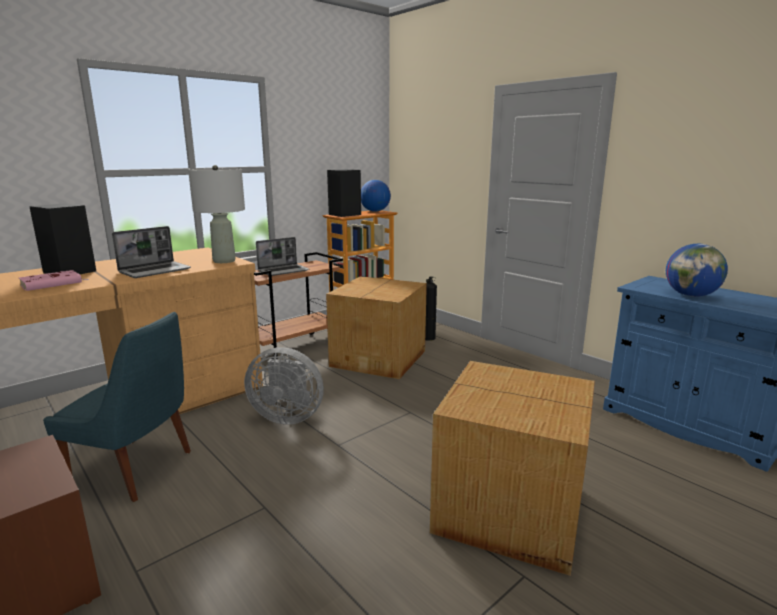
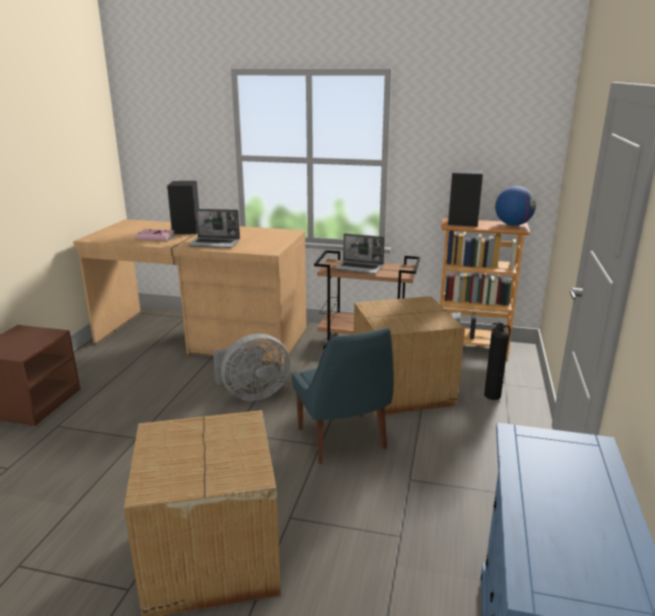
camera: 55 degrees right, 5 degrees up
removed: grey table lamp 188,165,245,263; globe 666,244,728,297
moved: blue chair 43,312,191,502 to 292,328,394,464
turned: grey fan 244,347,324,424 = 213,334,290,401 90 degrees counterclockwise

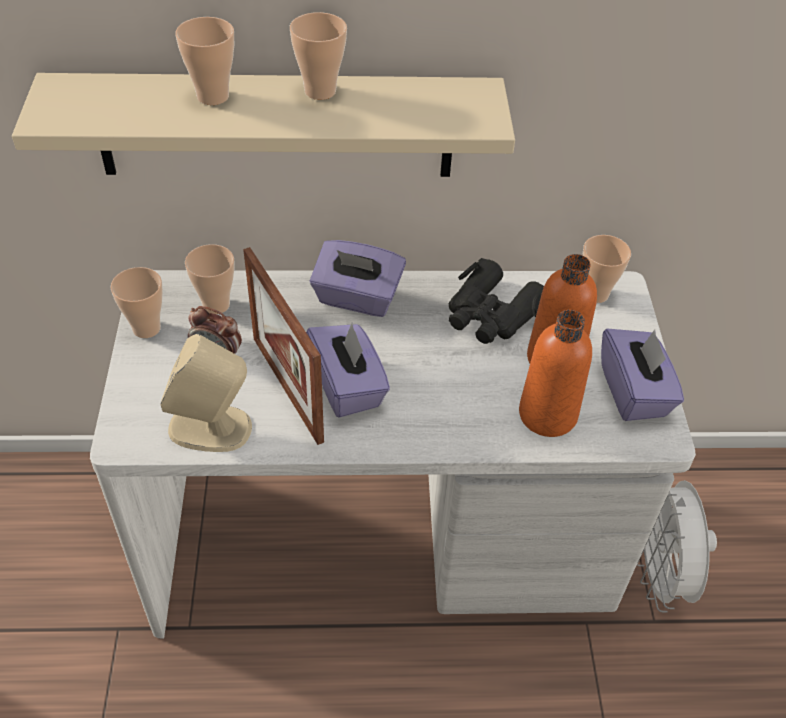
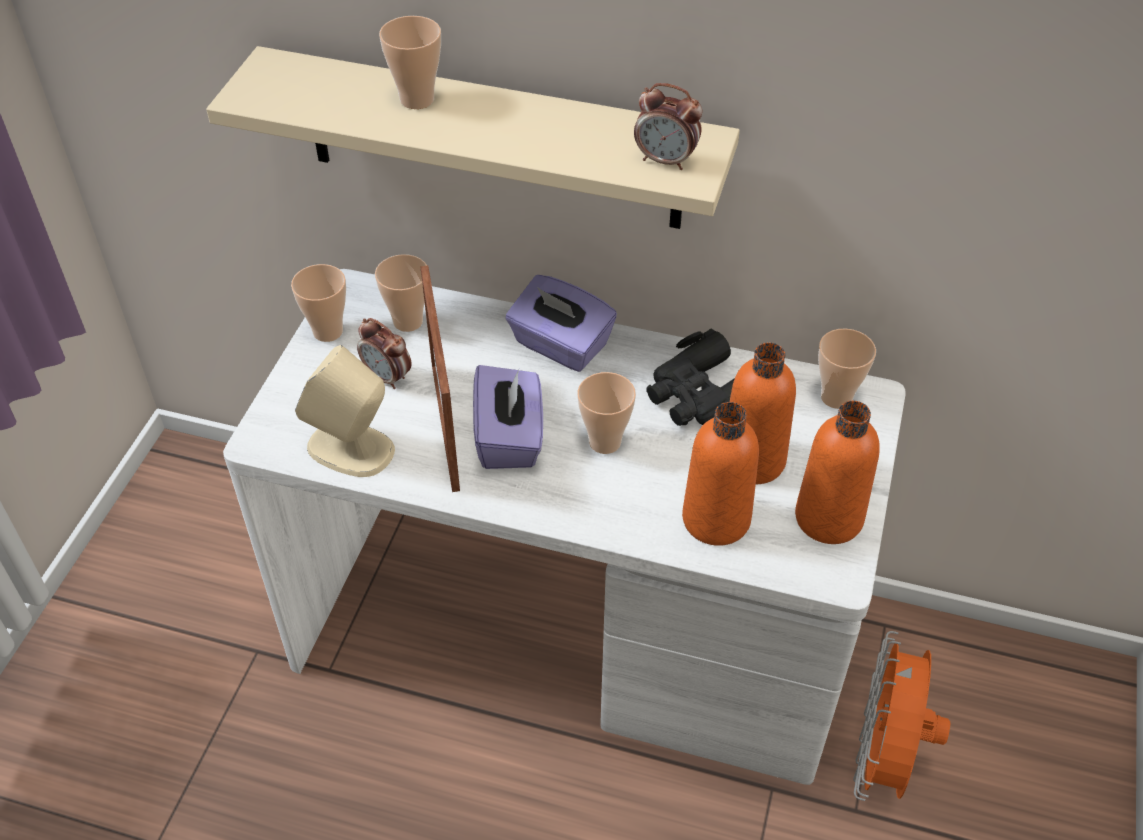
camera: 20 degrees right, 0 degrees up
added: alarm clock 634,83,702,170
moved: cup 290,12,347,100 to 577,372,636,454
replaced: purple tissue box 601,329,684,421 to orange bottle 795,401,880,544
recoloured: white fan 637,480,717,612 to orange fan 853,631,950,801

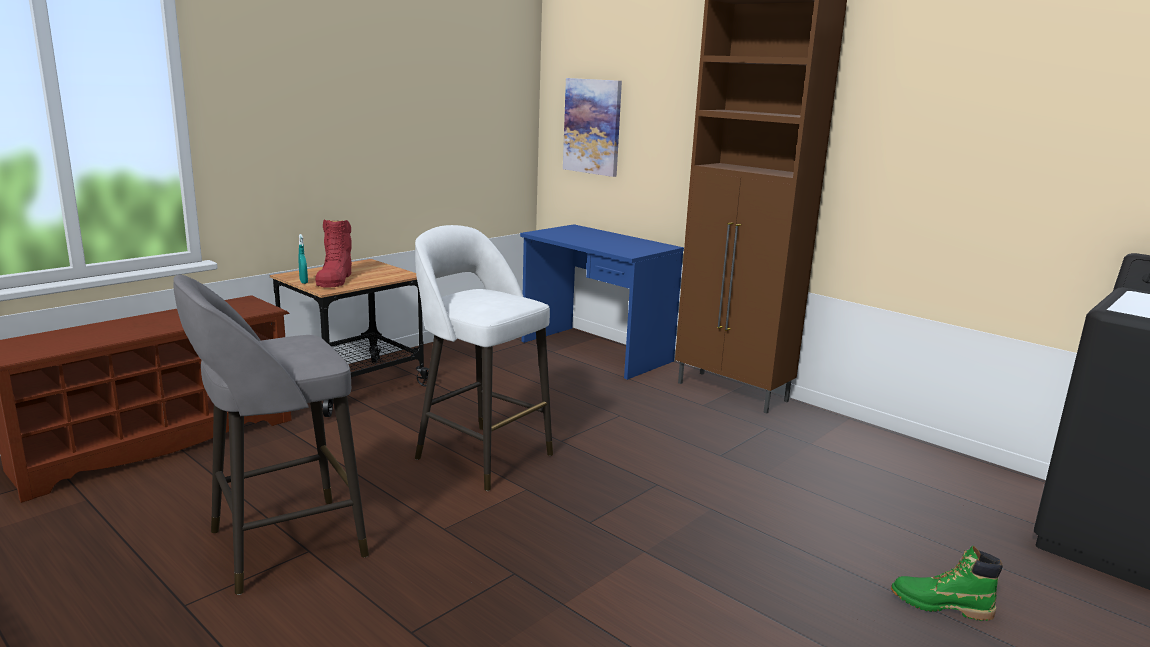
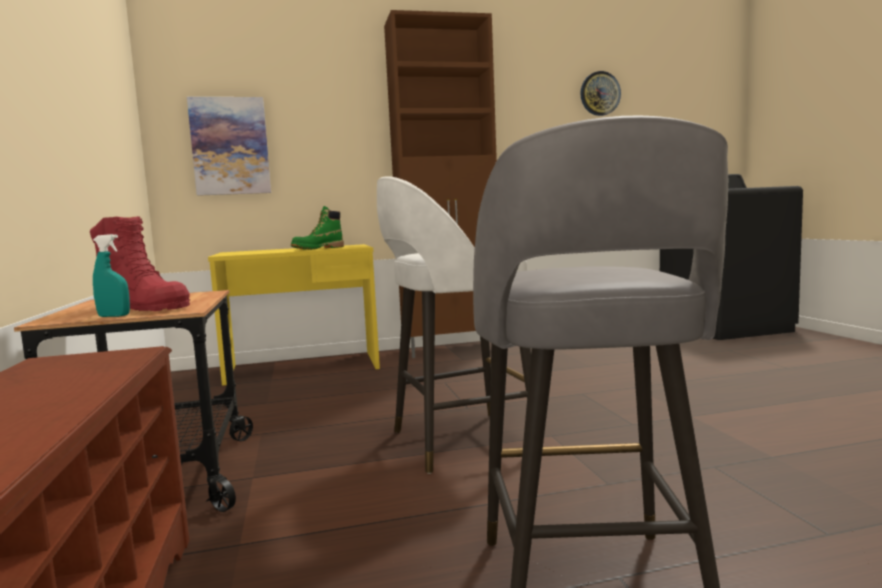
camera: 55 degrees left, 10 degrees down
added: wall clock 580,71,621,116
moved: green boot 891,546,1003,621 to 291,206,344,250
recoloured: blue desk 520,224,684,380 to yellow desk 208,244,380,386

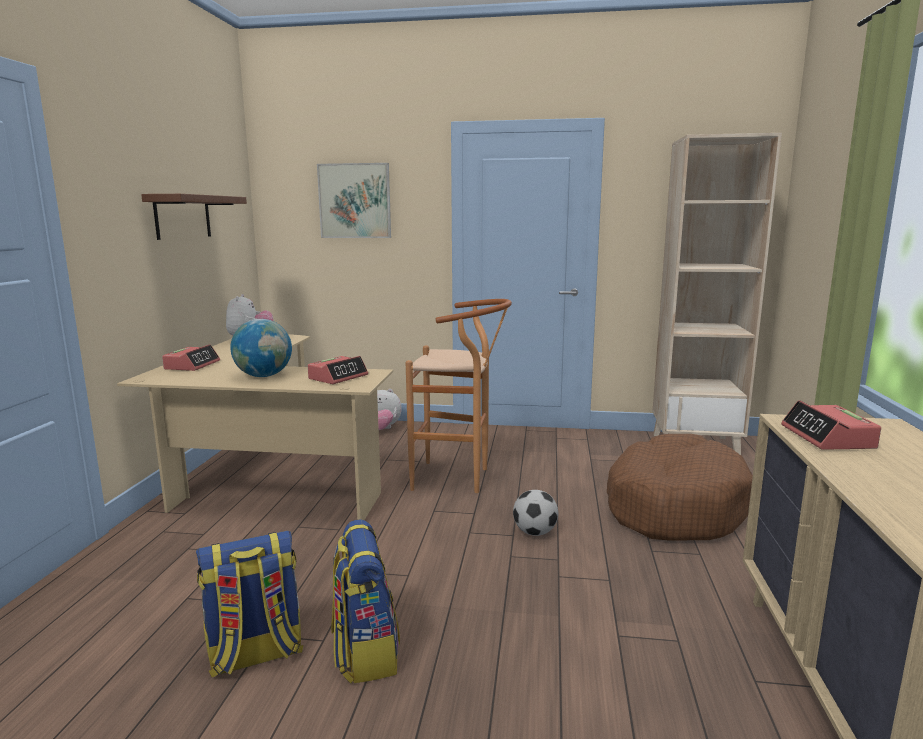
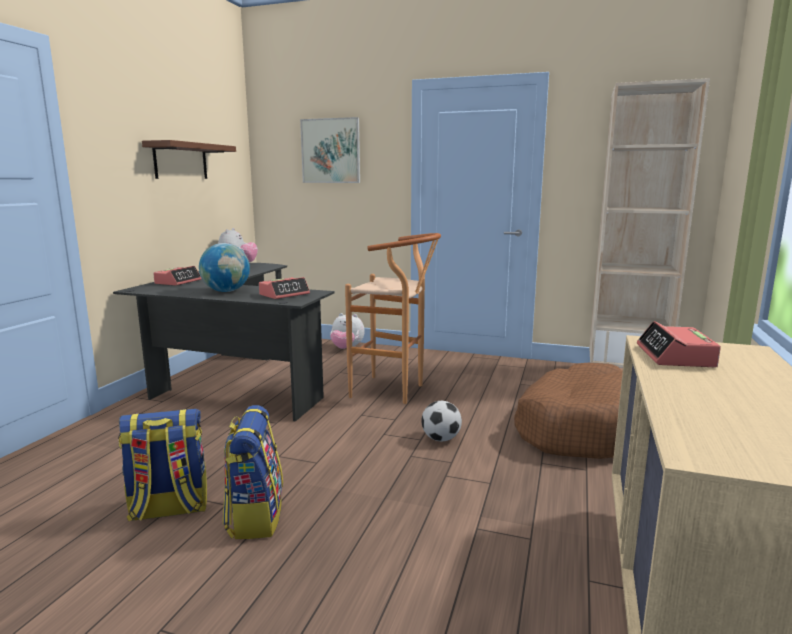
camera: 10 degrees right, 0 degrees up
recoloured: beige desk 117,334,393,520 to black desk 113,263,335,422

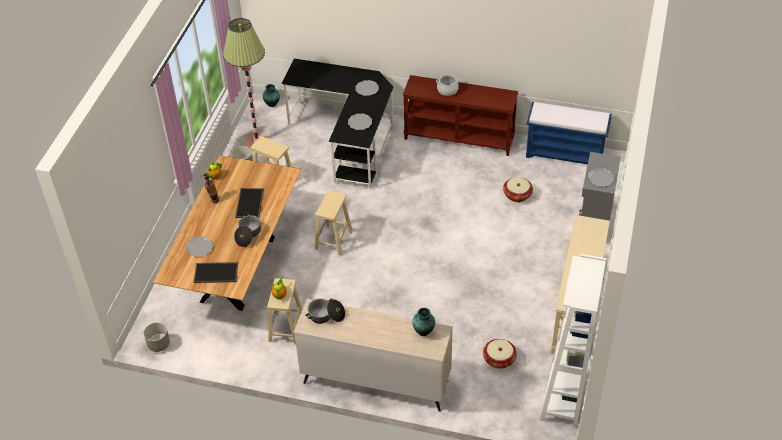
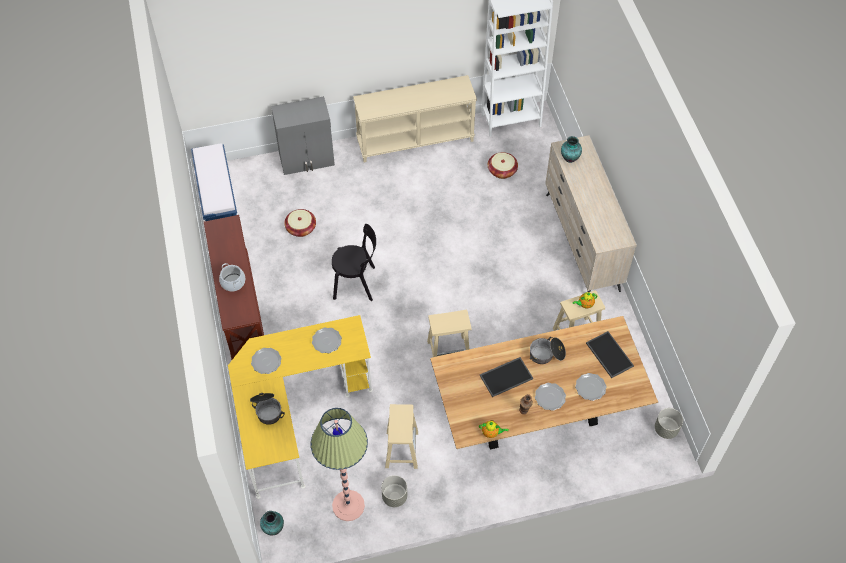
camera: 120 degrees left, 10 degrees up
added: black chair 332,224,376,301
moved: cooking pot 305,299,345,324 to 250,393,285,425; plate 588,168,614,187 to 535,383,566,411
recoloured: black desk 282,59,394,191 to yellow desk 228,315,373,499

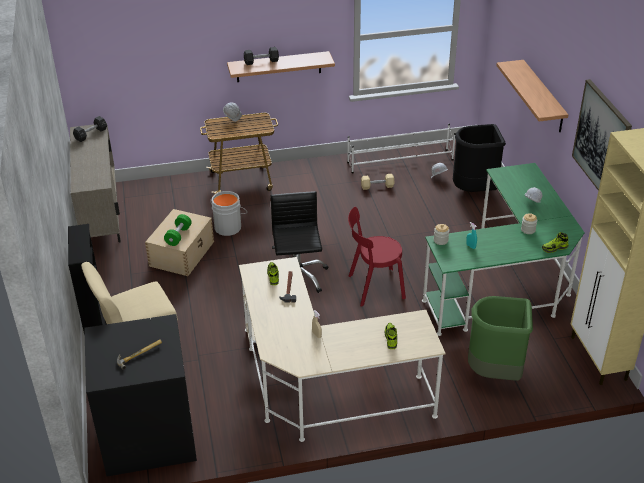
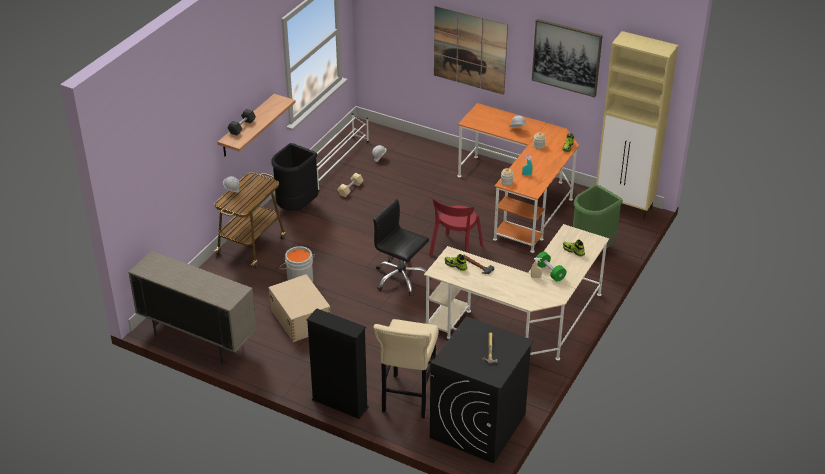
camera: 50 degrees left, 0 degrees up
removed: black dumbbell 73,116,107,142
moved: green dumbbell 164,214,192,246 to 536,252,566,282; black trash can 453,124,506,192 to 271,143,318,211
replaced: shelf 496,60,568,133 to picture 434,6,508,95
recoloured: green desk 422,163,585,336 to orange desk 457,103,579,253

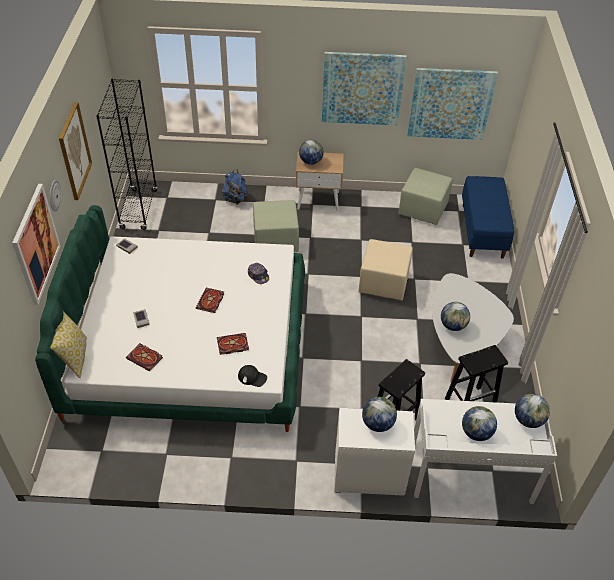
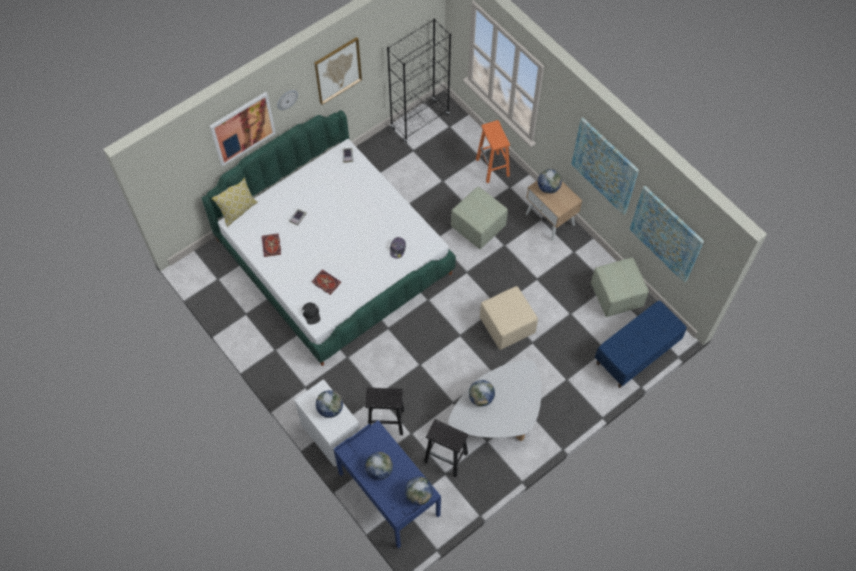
camera: 50 degrees right, 15 degrees up
removed: book 196,288,224,313
replaced: blue backpack 222,169,248,205 to orange stool 476,120,510,183
recoloured: white desk 414,399,557,504 to blue desk 334,420,441,549

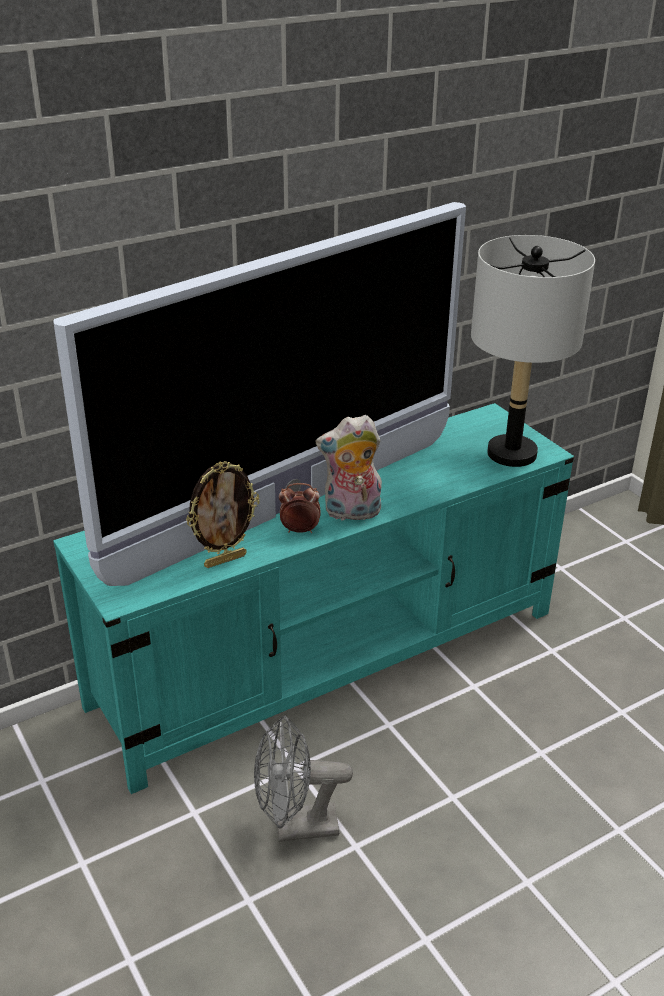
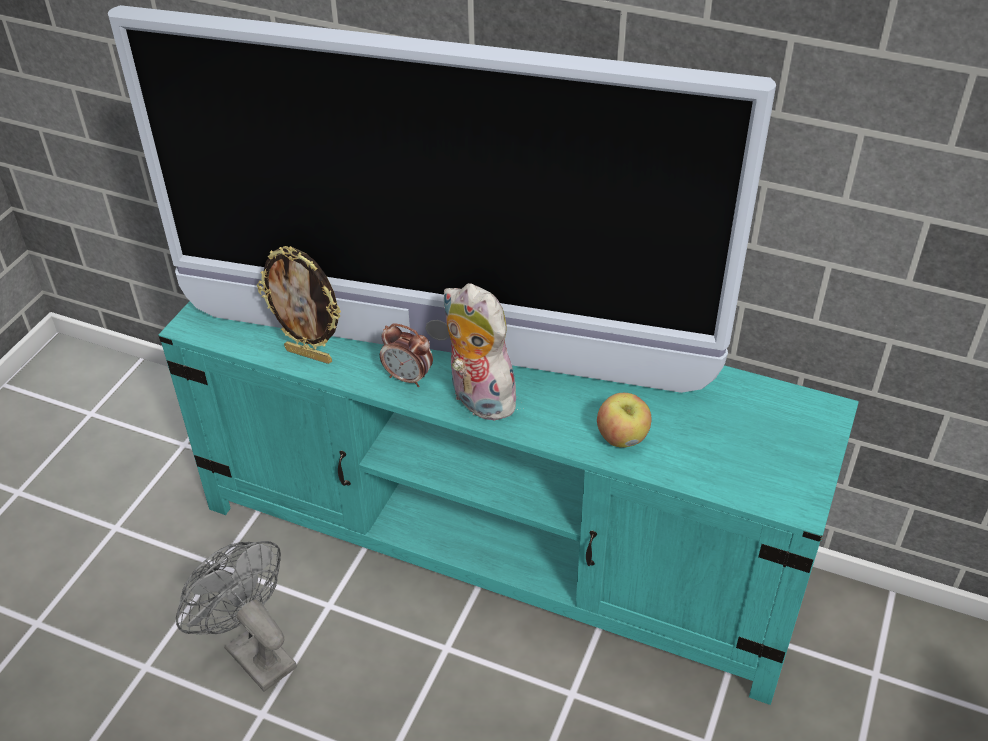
camera: 55 degrees right, 10 degrees up
removed: grey table lamp 471,235,595,467
added: apple 597,393,651,448
turned: alarm clock 279,483,321,533 = 380,323,433,387 150 degrees clockwise

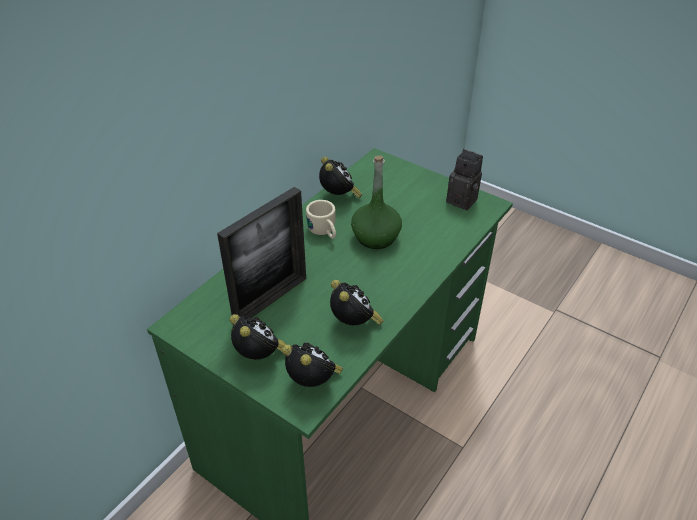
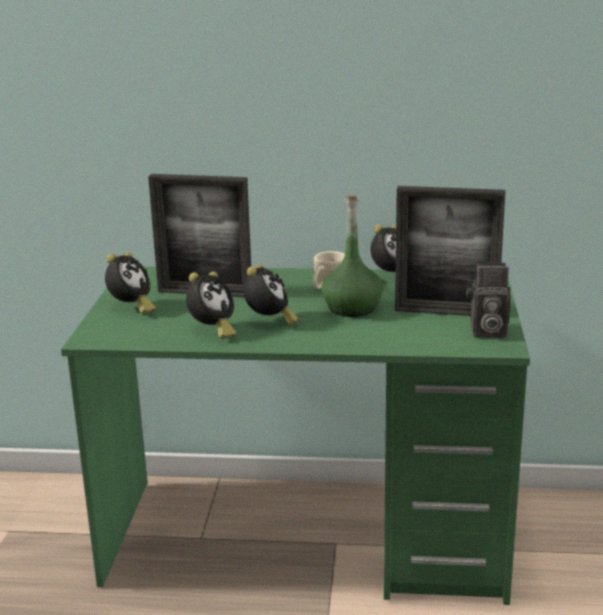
camera: 60 degrees right, 20 degrees down
added: picture frame 395,186,506,316
moved: alarm clock 282,342,343,387 to 243,264,298,326
turned: photo camera 446,149,483,211 = 466,261,511,338 90 degrees clockwise

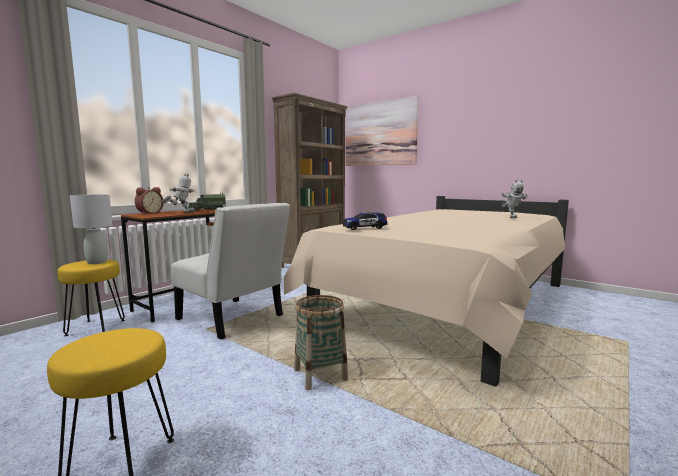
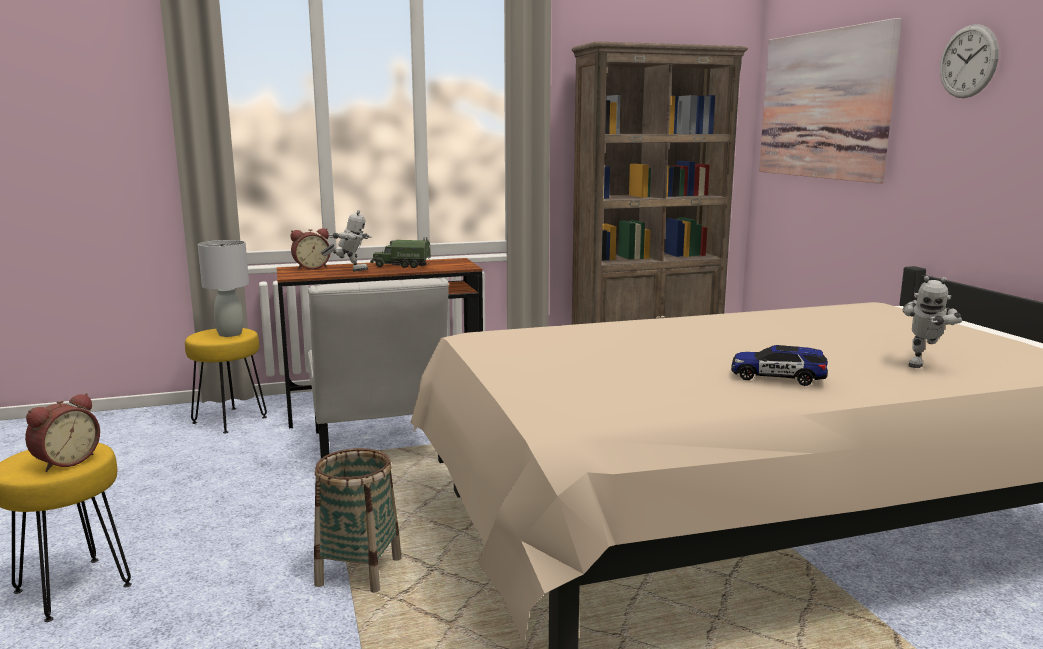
camera: 35 degrees right, 5 degrees up
added: alarm clock 25,393,100,472; wall clock 940,24,999,98
moved: toy car 343,212,388,230 to 731,345,828,386

